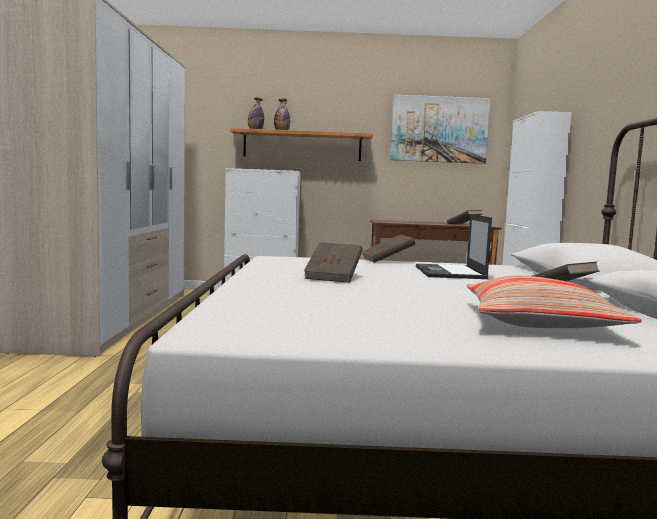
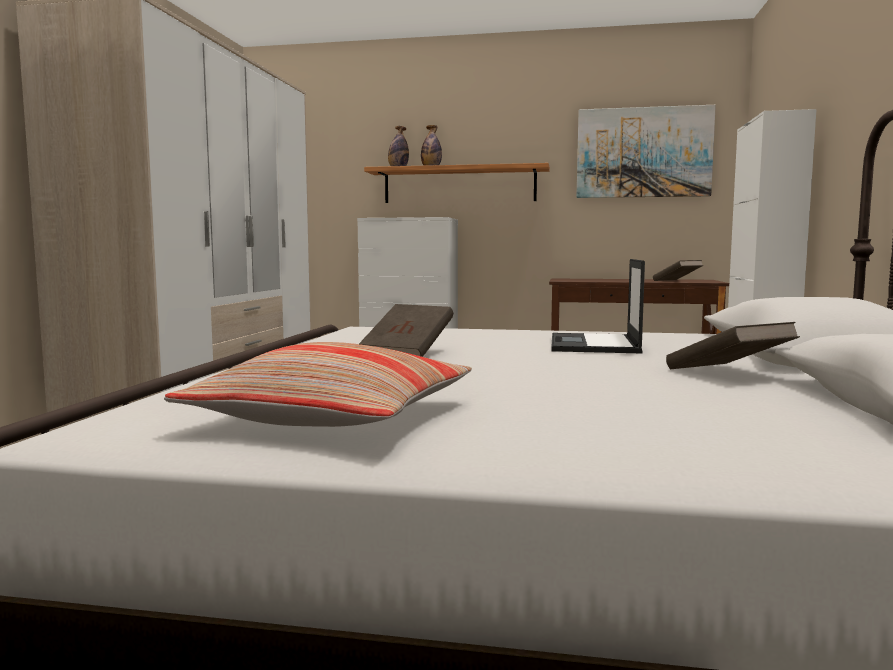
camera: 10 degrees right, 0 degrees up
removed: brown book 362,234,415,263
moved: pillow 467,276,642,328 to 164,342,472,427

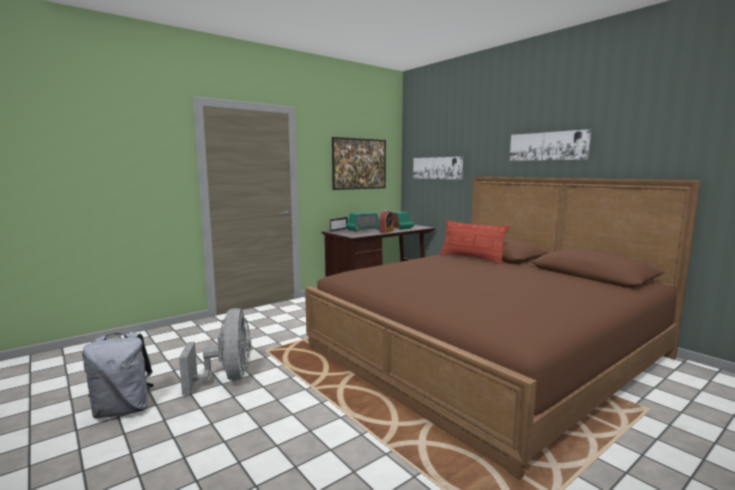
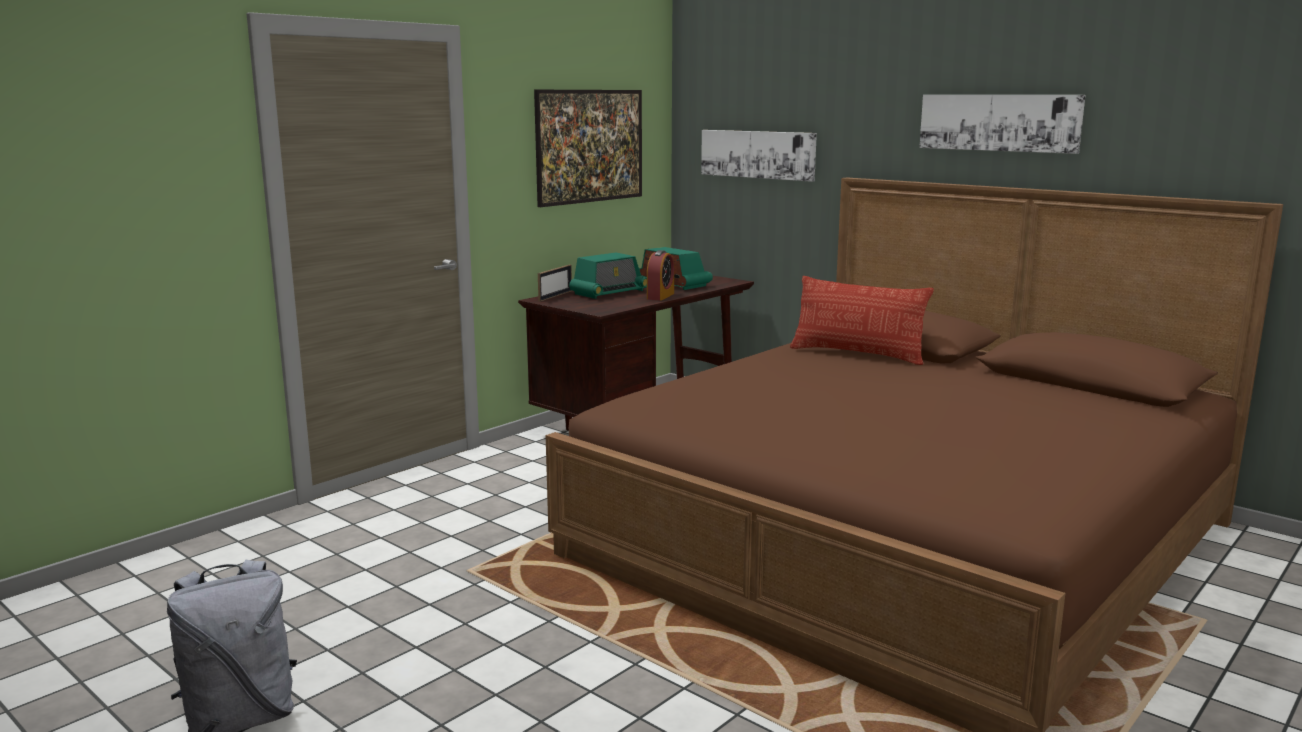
camera: 10 degrees left, 5 degrees up
removed: grey fan 179,308,251,395

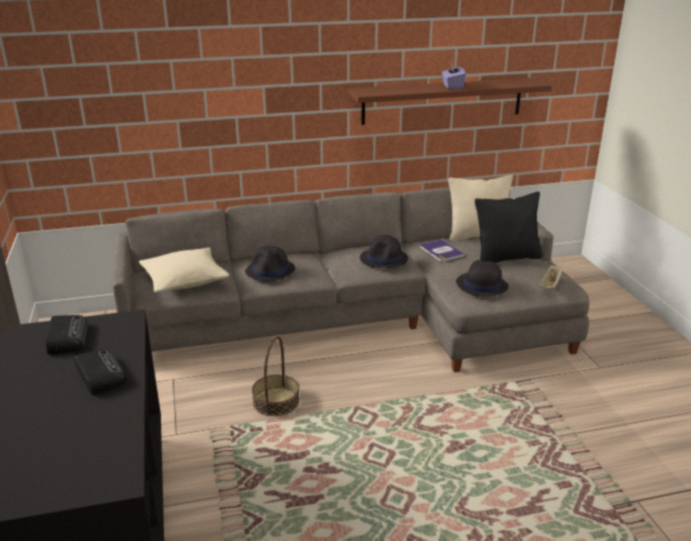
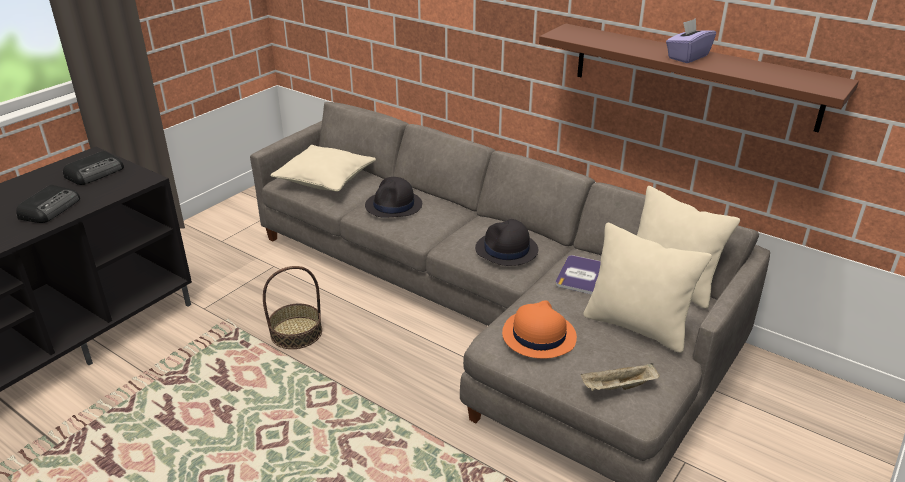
camera: 50 degrees right, 5 degrees up
recoloured: black hat 456,260,509,297 to orange hat 502,300,577,359; black pillow 475,191,543,263 to beige pillow 583,223,712,353

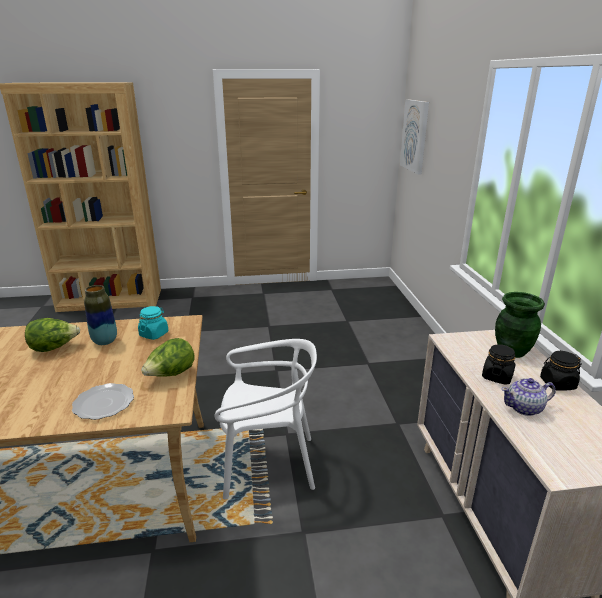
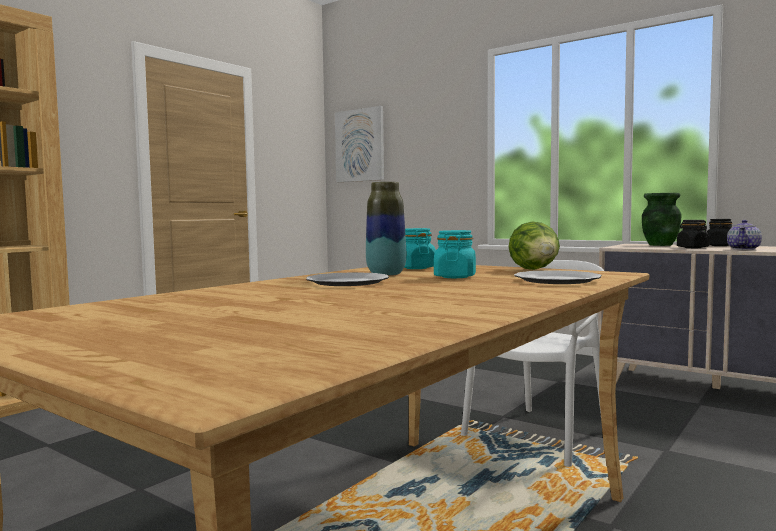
camera: 45 degrees left, 20 degrees down
added: turquoise jar 434,230,476,278
replaced: lettuce 25,318,80,352 to plate 306,272,389,286

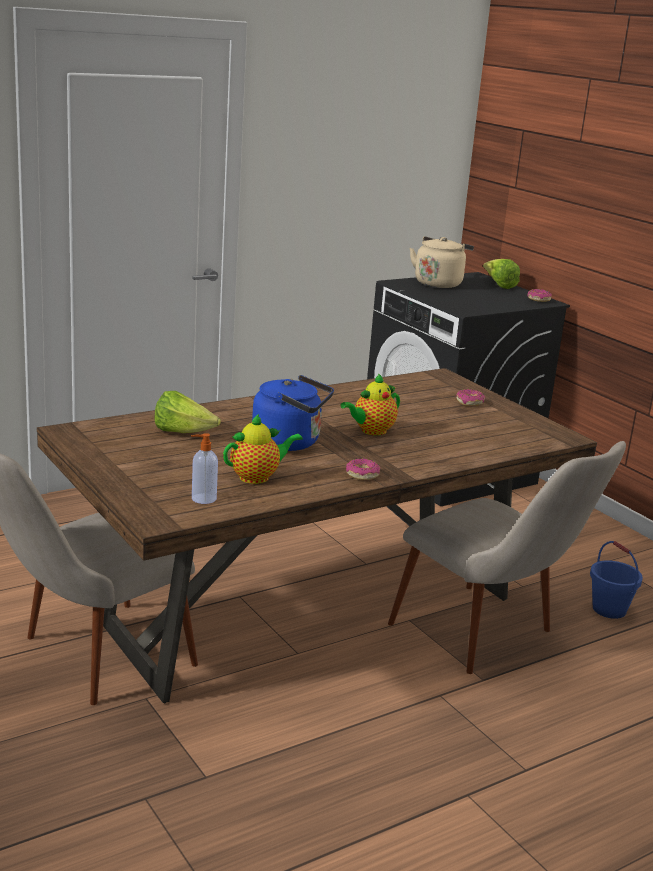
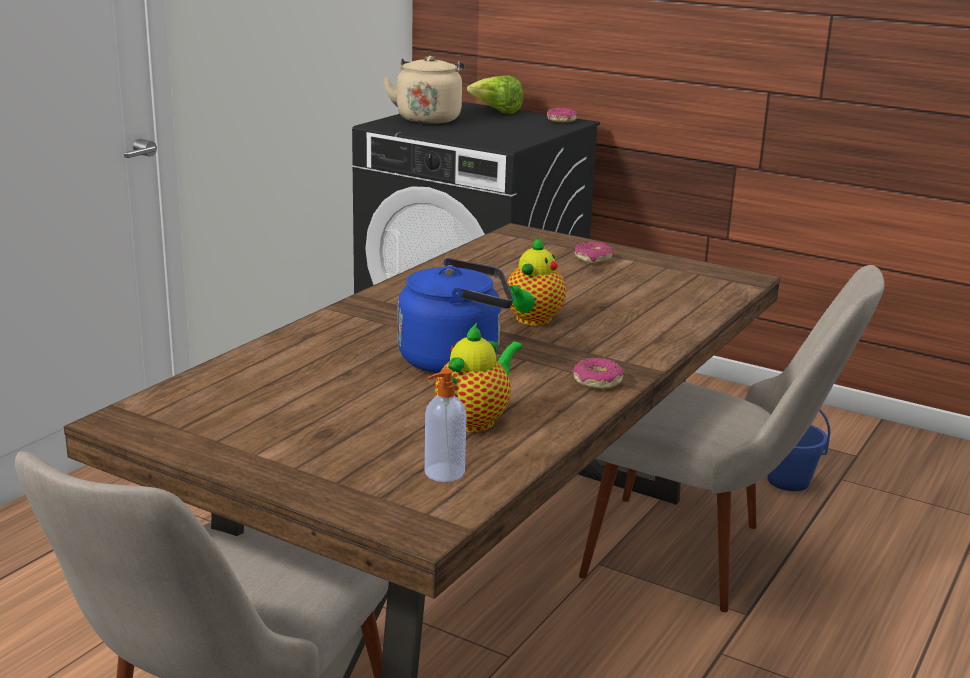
camera: 25 degrees left, 0 degrees up
removed: lettuce 154,391,221,433

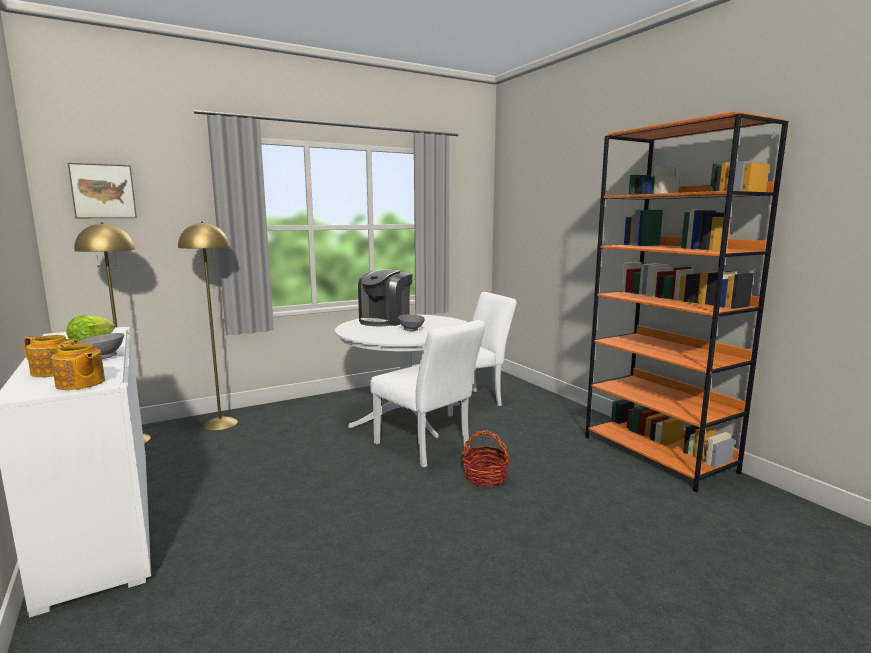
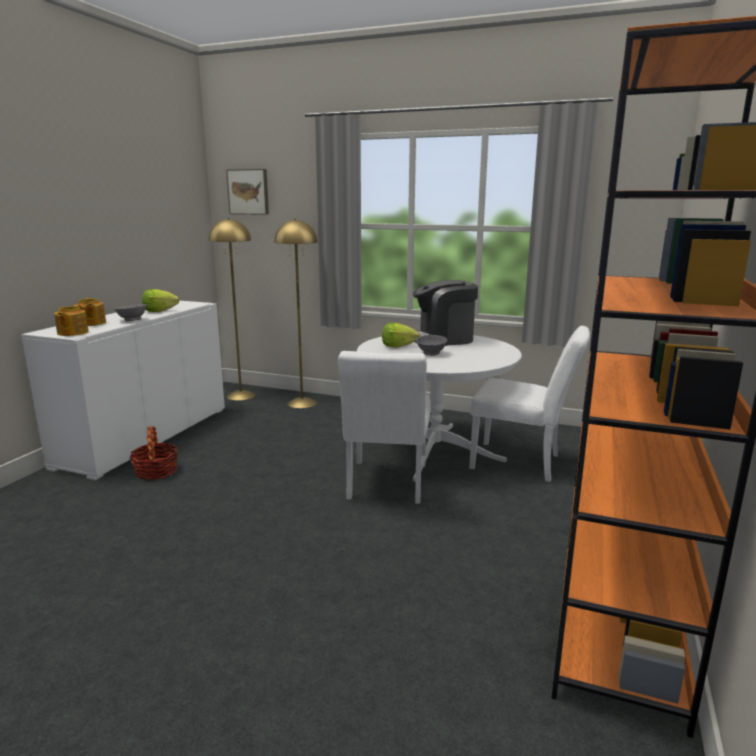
camera: 50 degrees right, 5 degrees up
added: lettuce 382,323,420,348
moved: basket 462,430,510,487 to 130,426,178,480

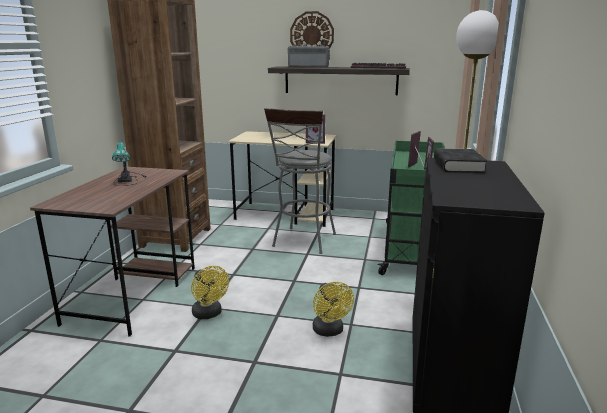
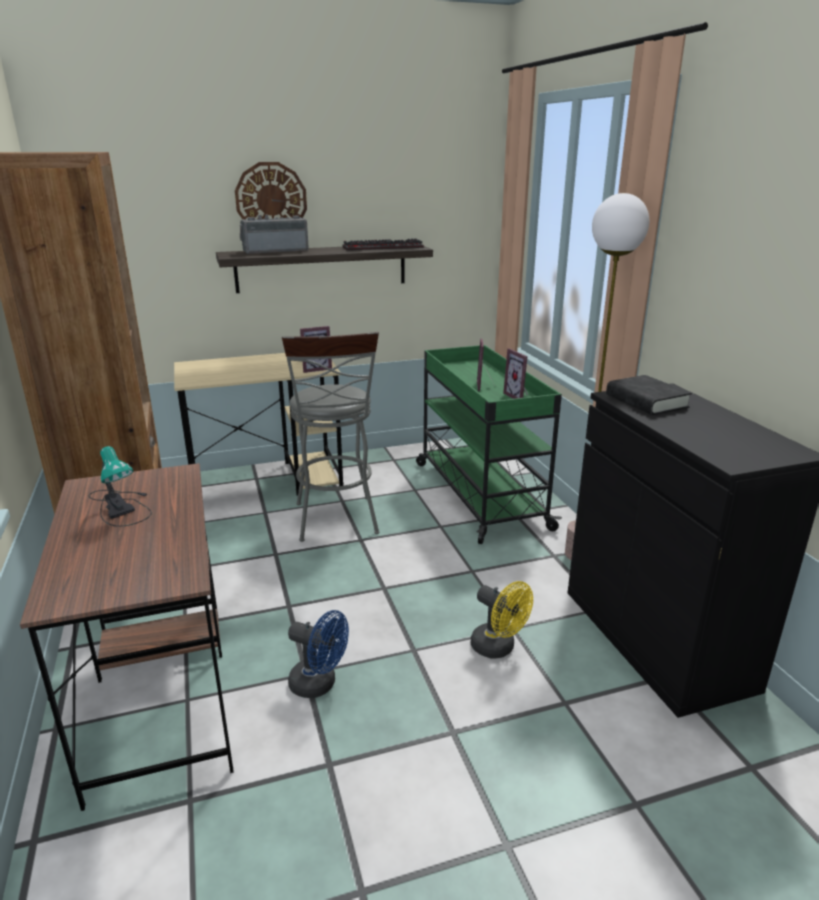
camera: 30 degrees left, 5 degrees up
recoloured: yellow fan 191,266,229,319 to blue fan 288,610,349,698

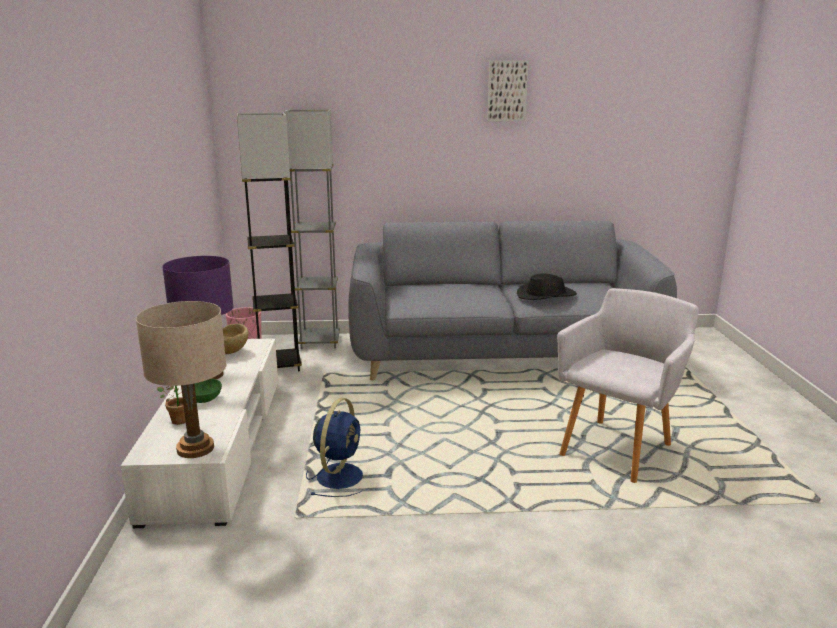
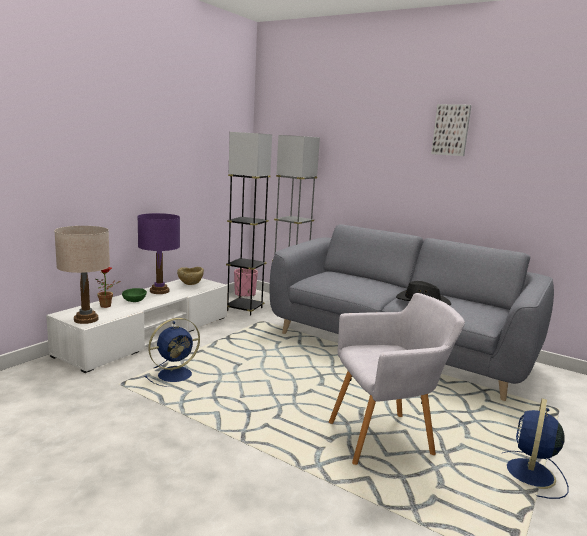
camera: 35 degrees right, 5 degrees down
added: blue fan 501,398,569,499

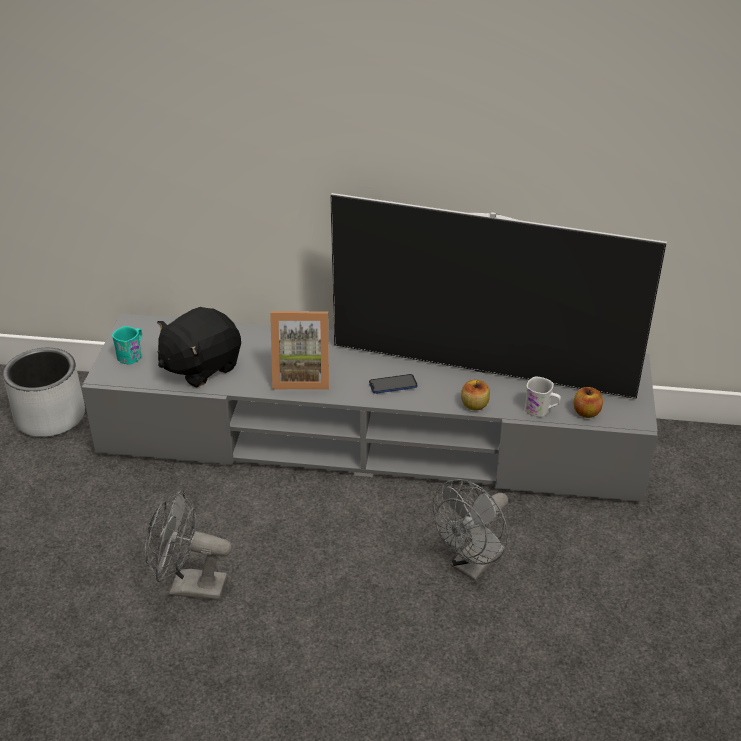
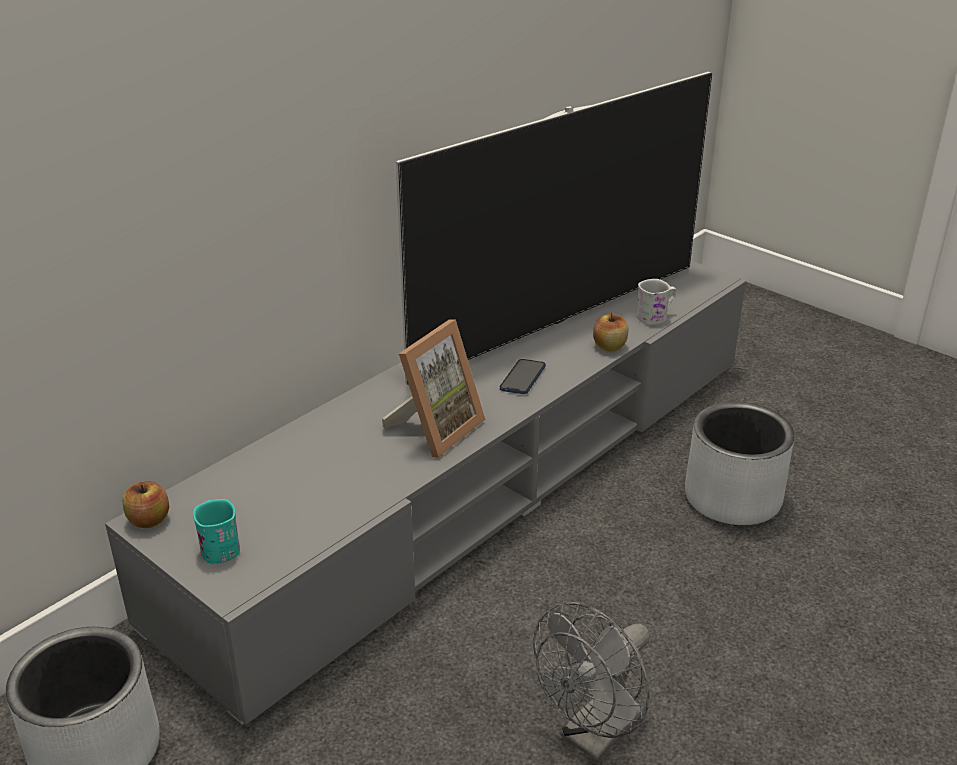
camera: 55 degrees left, 5 degrees down
removed: black plush toy 157,307,241,388
moved: apple 573,387,603,418 to 123,481,169,528
replaced: grey fan 433,479,508,581 to grey planter 685,402,794,526

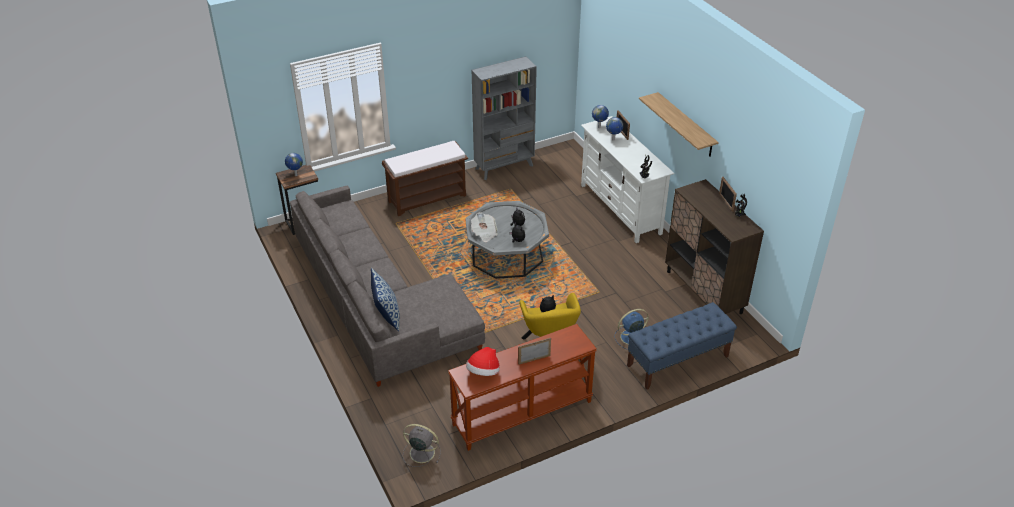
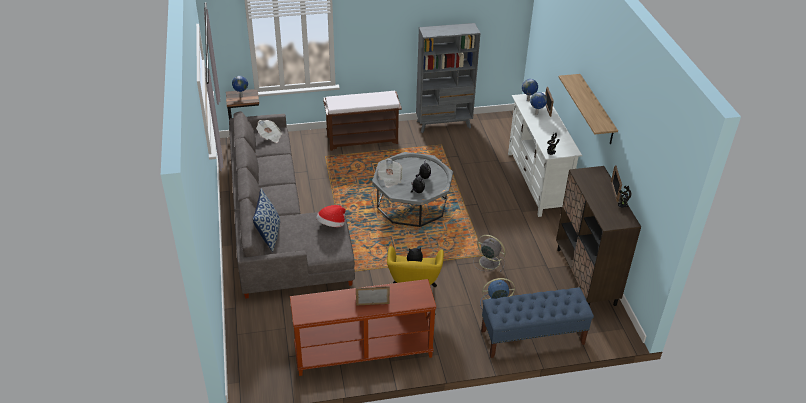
camera: 15 degrees right, 0 degrees up
added: newspaper 256,120,282,143
moved: grey fan 403,424,441,467 to 473,235,505,272; hat 466,347,500,376 to 316,205,346,227

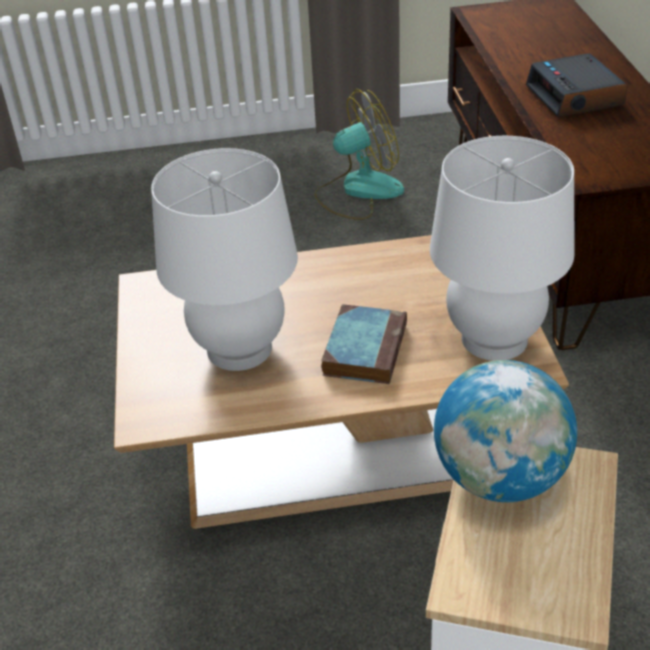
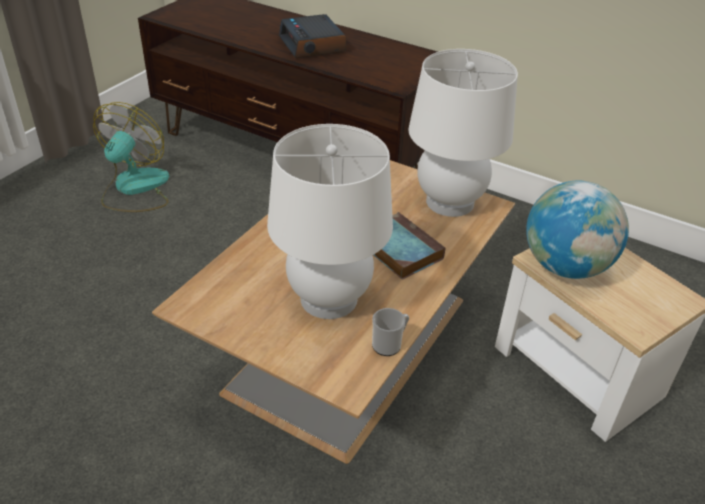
camera: 55 degrees left, 0 degrees up
added: mug 372,308,409,356
turned: alarm clock 526,53,628,117 = 279,14,346,58 45 degrees clockwise

